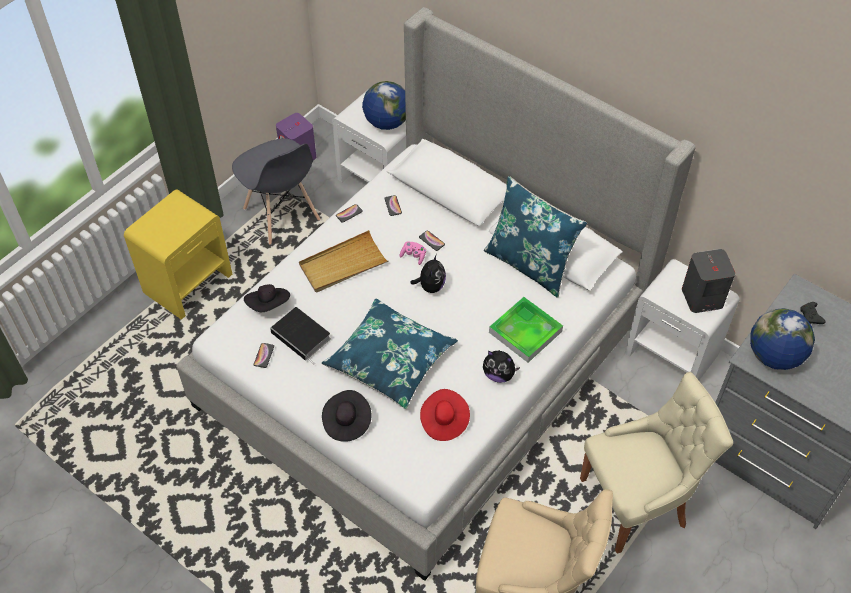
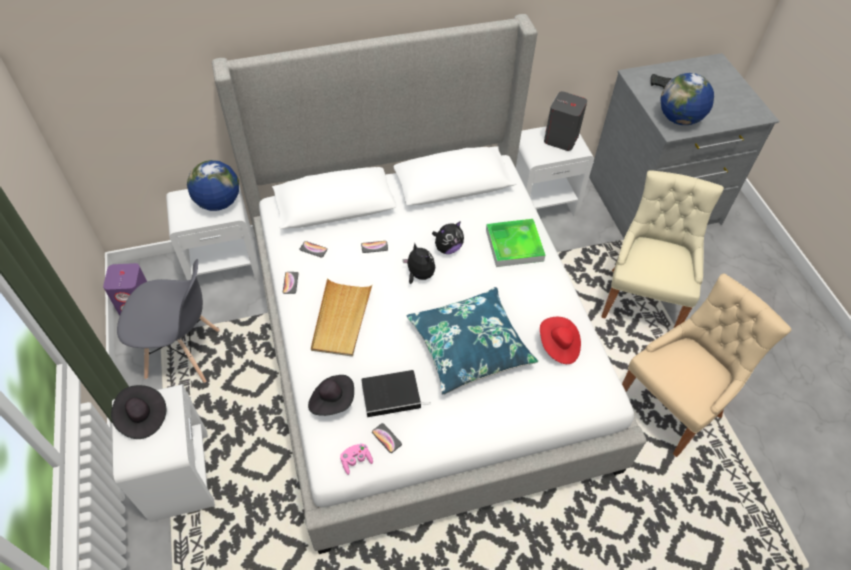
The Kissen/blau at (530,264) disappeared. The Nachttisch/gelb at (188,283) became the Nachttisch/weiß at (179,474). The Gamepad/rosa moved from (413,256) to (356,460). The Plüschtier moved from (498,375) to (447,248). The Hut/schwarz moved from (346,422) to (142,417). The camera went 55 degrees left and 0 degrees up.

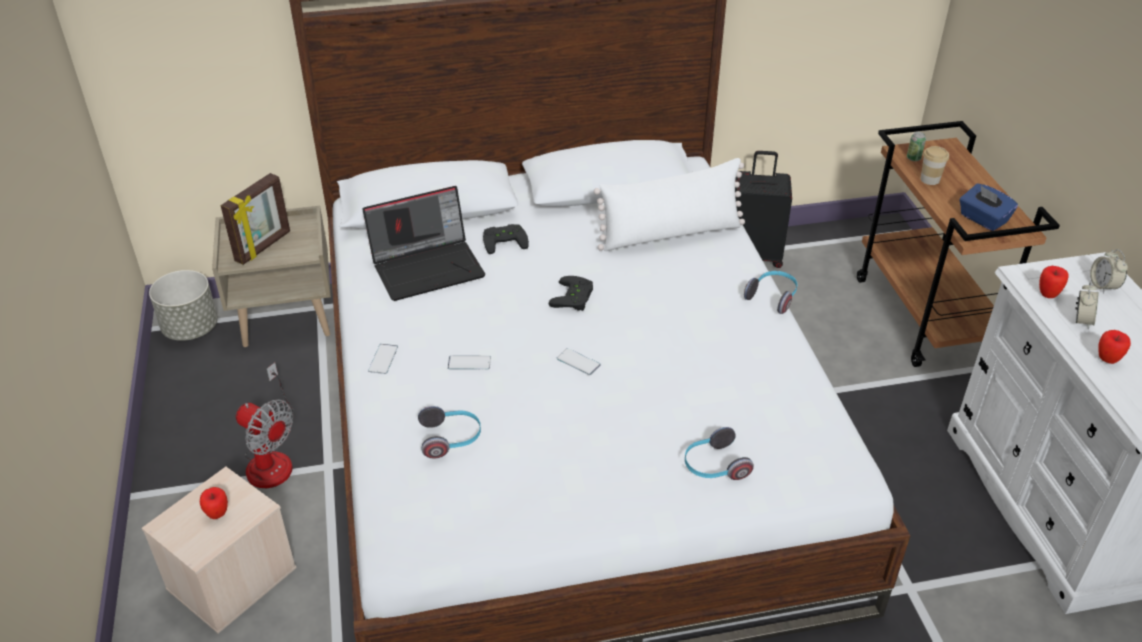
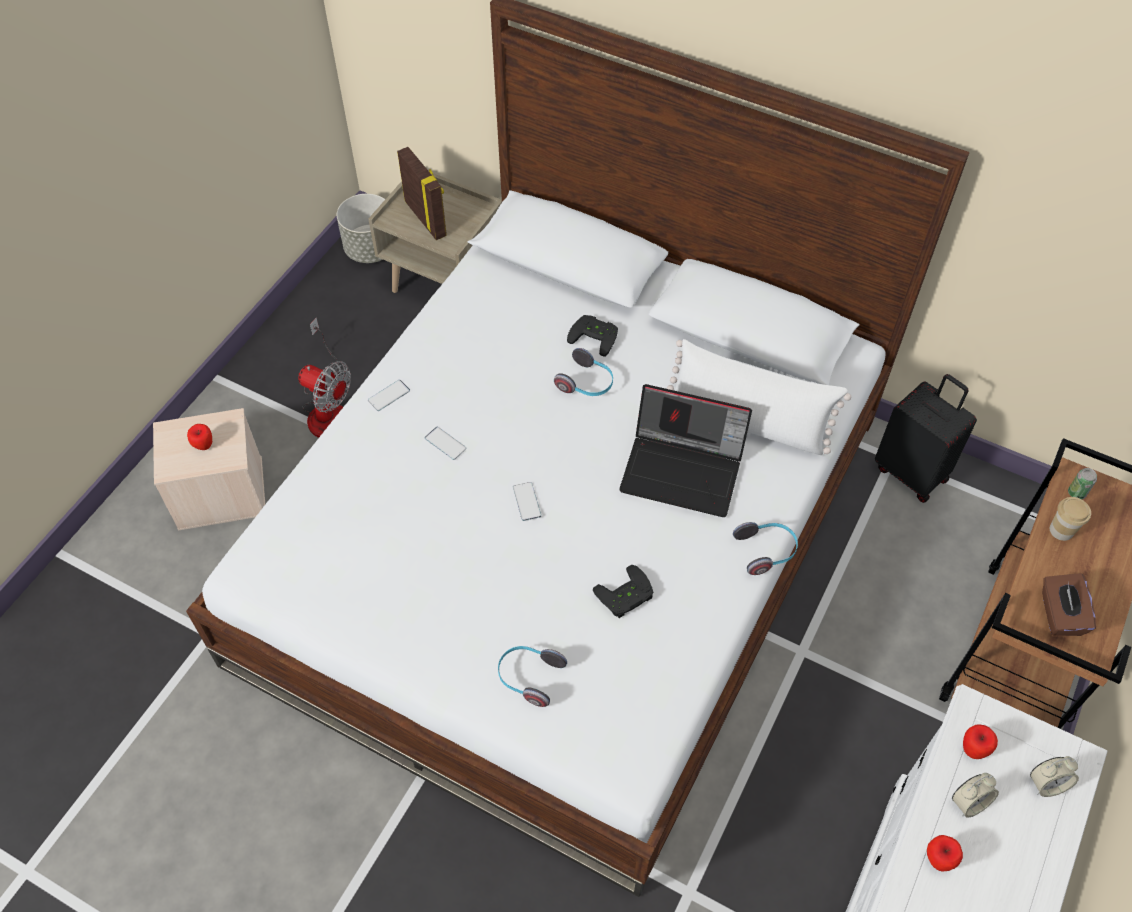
The Bilderrahmen at (264,247) turned 105 degrees counterclockwise. The Taschentuchbox/blau at (982,219) became the Taschentuchbox/braun at (1059,614). The Laptop moved from (428,267) to (684,470). The Wecker at (1103,286) turned 135 degrees counterclockwise. The Gamepad/schwarz moved from (575,298) to (626,597). The Ventilator at (272,457) turned 45 degrees counterclockwise. The Kopfhörer moved from (451,439) to (586,383). The camera went 40 degrees right and 15 degrees up.

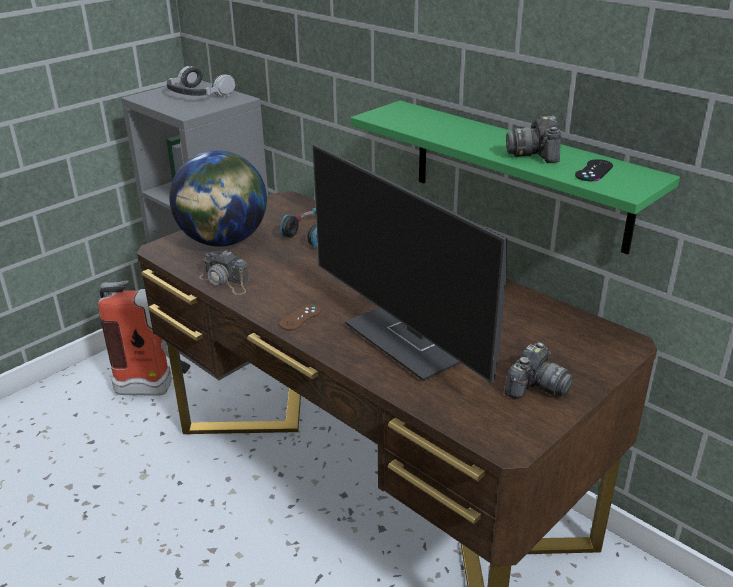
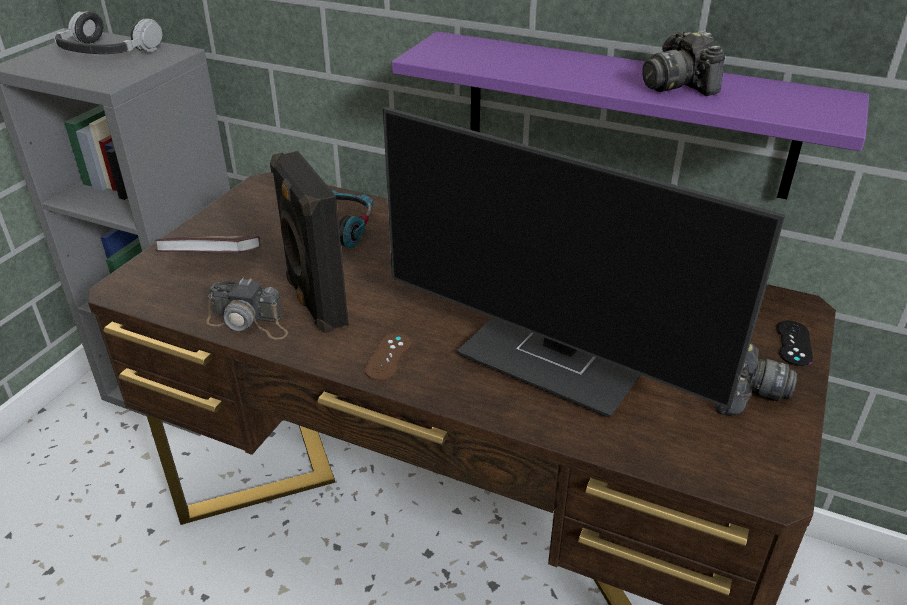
The Wandregal/grün at (518,174) became the Wandregal/lila at (625,114). The Globus at (223,241) was replaced by the Buch at (212,261). The Gamepad/schwarz moved from (594,171) to (793,343). The Feuerlöscher at (155,389) disappeared. The Lautsprecher/schwarz at (314,303) appeared. The camera went 20 degrees left and 5 degrees up.

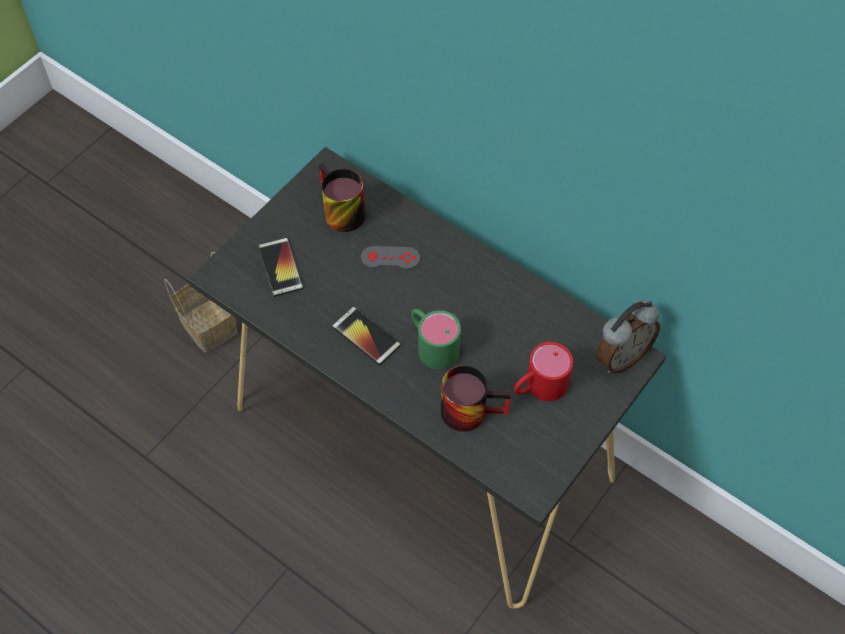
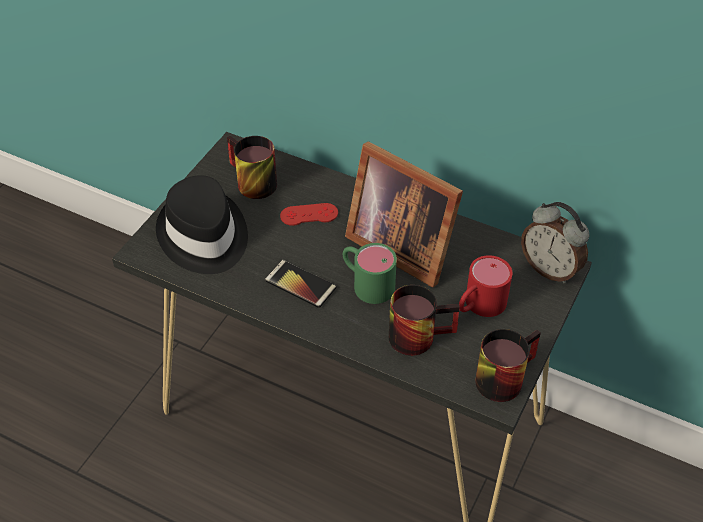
The Handy at (280,267) was replaced by the Hut/schwarz at (203,236). The Gamepad/grau at (390,258) became the Gamepad/rot at (309,214). The Korb at (210,326) disappeared. The Wecker at (621,356) turned 90 degrees clockwise. The Bilderrahmen at (400,244) appeared. The Henkelbecher at (502,375) appeared. The camera went 10 degrees left and 10 degrees down.

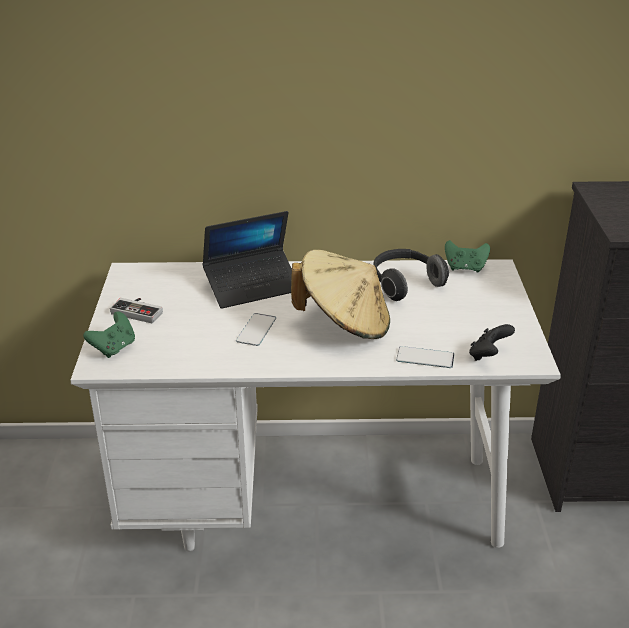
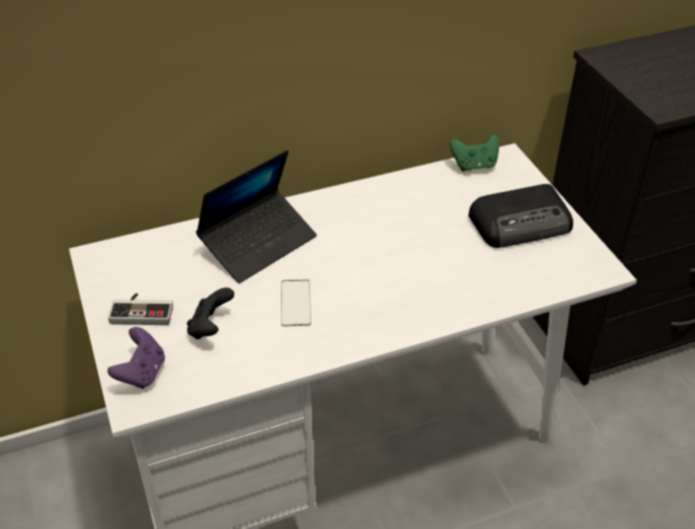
The Kopfhörer at (404,284) disappeared. The Hut/beige at (344,323) disappeared. The Gamepad/grün at (114,348) became the Gamepad/lila at (142,373). The Gamepad/schwarz moved from (488,355) to (210,328). The Handy at (425,358) disappeared. The Radio at (522,223) appeared. The camera went 20 degrees left and 10 degrees up.

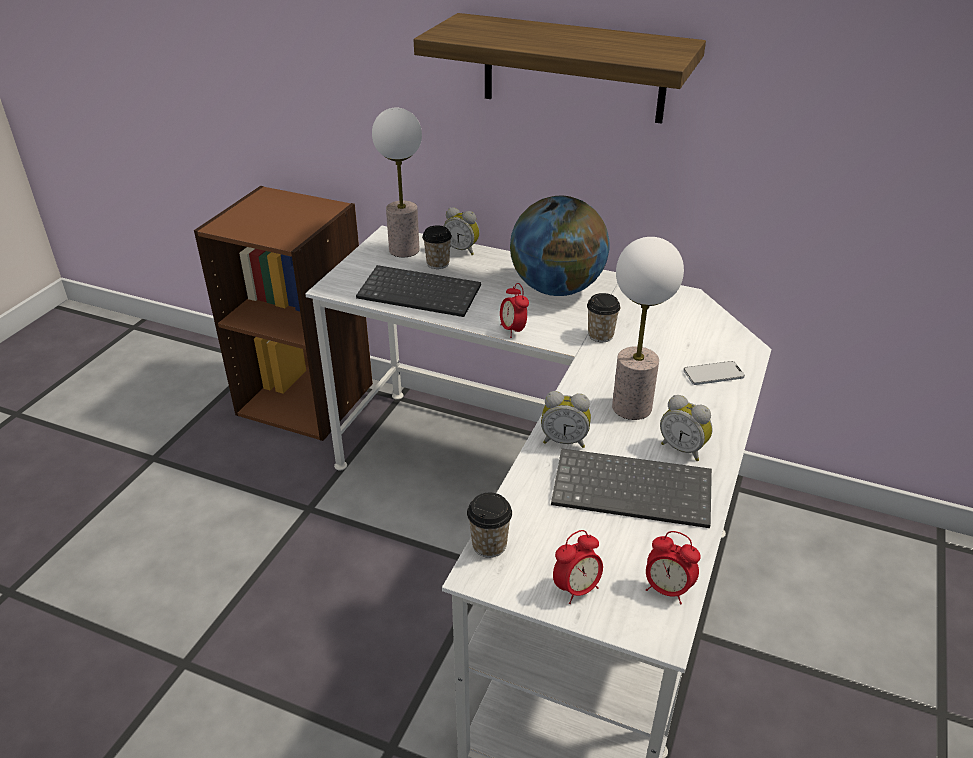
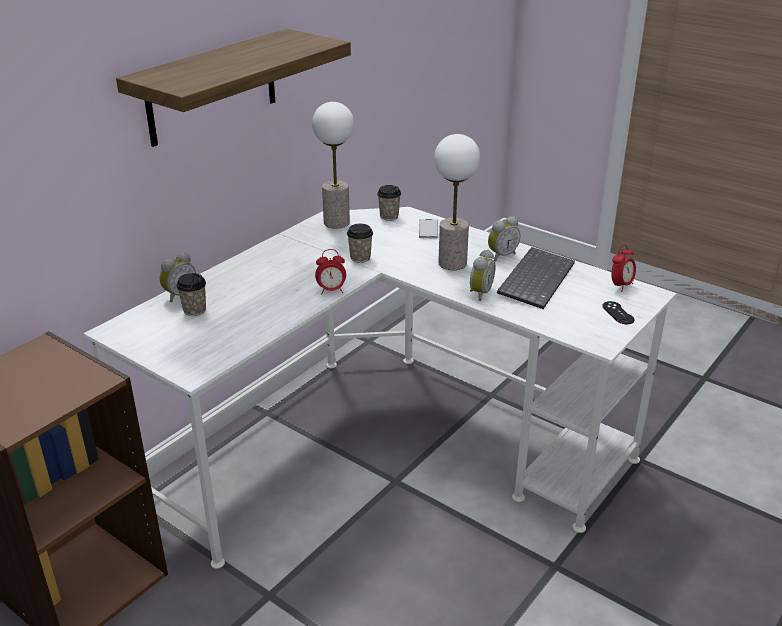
The Tischlampe moved from (404,250) to (336,222). The Globus at (556,289) disappeared. The Tastatur at (421,293) disappeared. The Tasse moved from (489,545) to (389,216). The Wecker at (576,589) was replaced by the Gamepad/schwarz at (618,313). The camera went 75 degrees left and 5 degrees down.

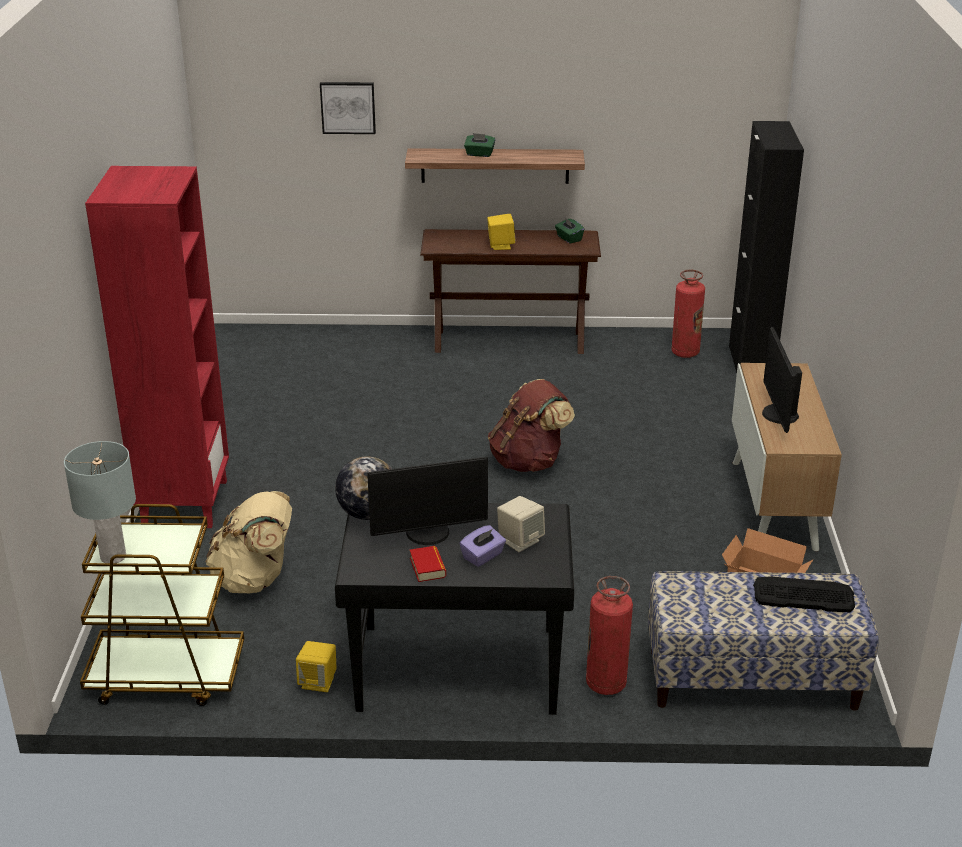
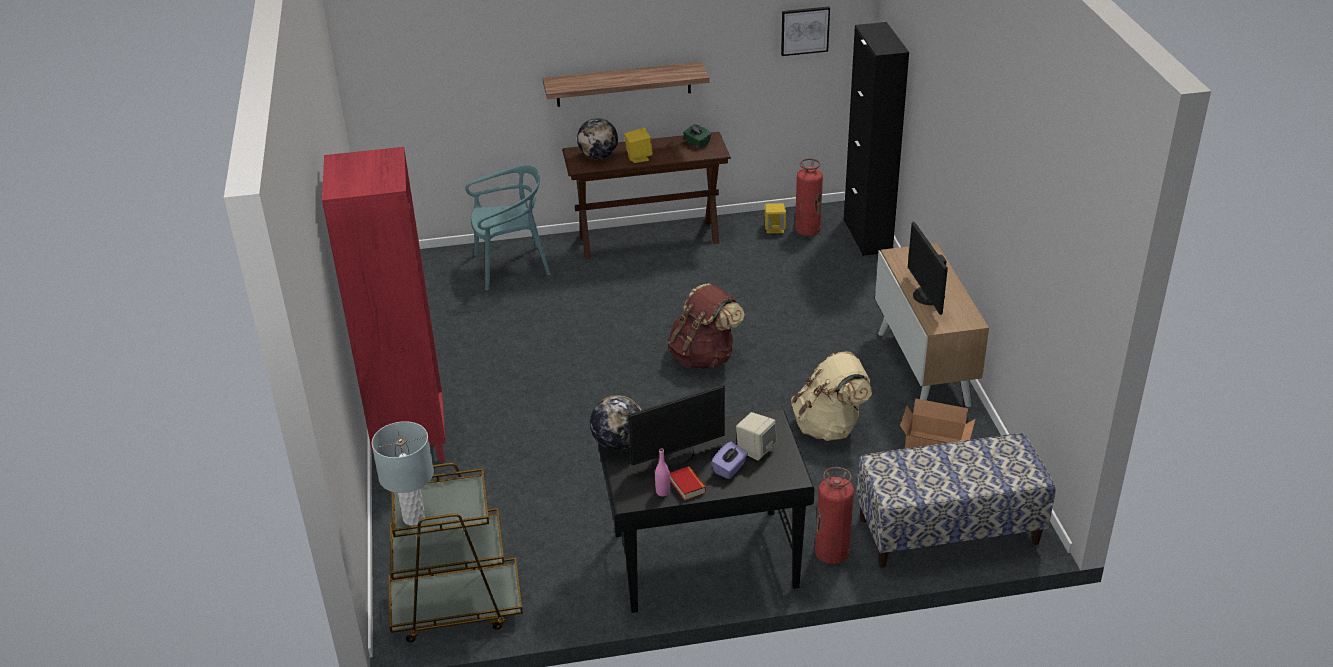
The Bild moved from (348,107) to (804,30). The Taschentuchbox/grün at (479,154) disappeared. The Rucksack/beige moved from (255,579) to (829,426). The Tastatur at (803,595) disappeared. The Lautsprecher/gelb moved from (318,682) to (775,229). The Globus at (598,157) appeared. The Stuhl/türkis at (511,266) appeared. The Flasche/rosa at (663,492) appeared. The camera went 10 degrees left and 5 degrees up.

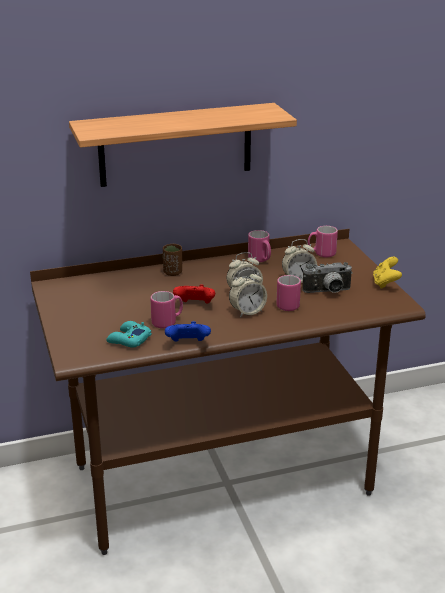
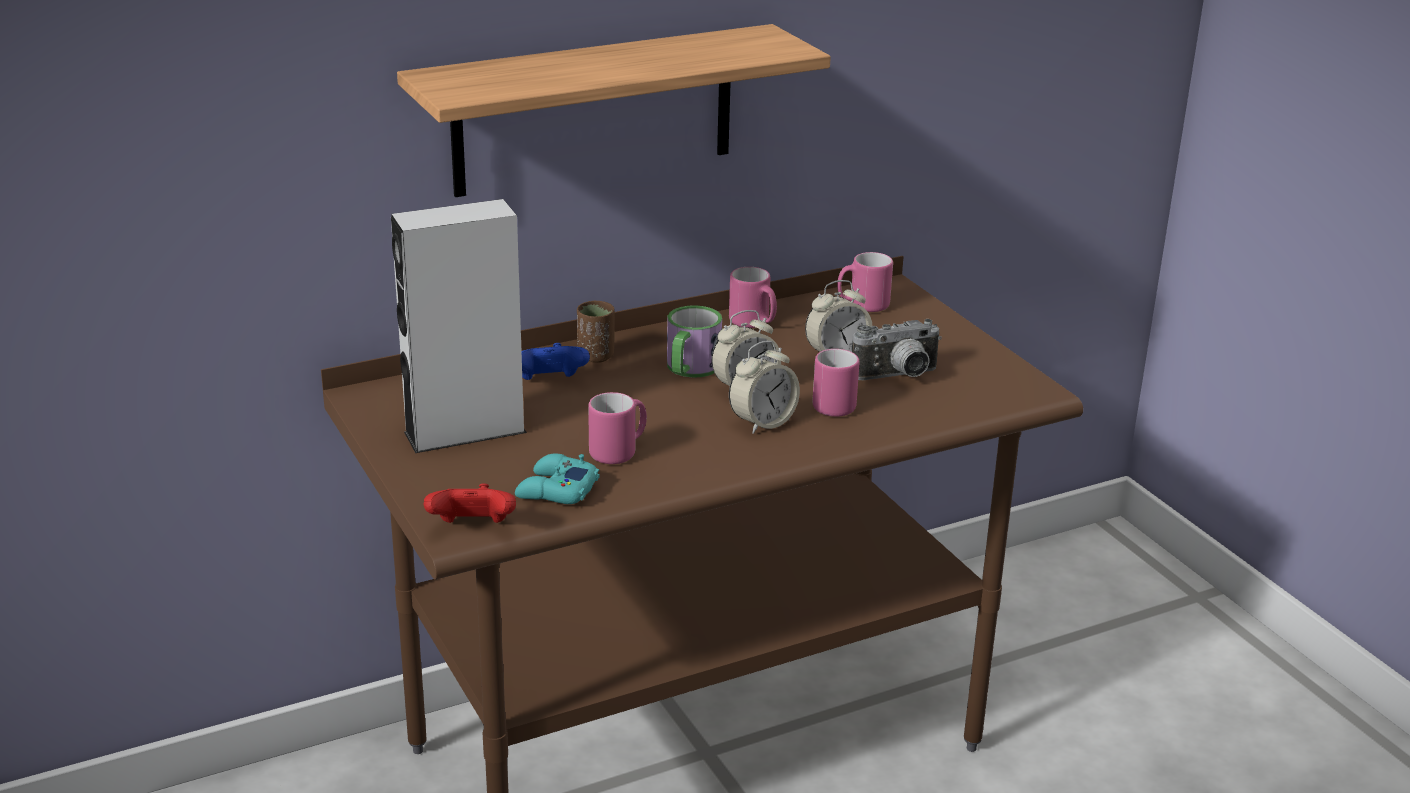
The Gamepad/gelb at (385,283) disappeared. The Gamepad/rot moved from (195,305) to (472,529). The Gamepad/blau moved from (188,344) to (549,383). The Lautsprecher/grau at (465,432) appeared. The Henkelbecher at (689,369) appeared. The camera went 10 degrees left and 0 degrees up.

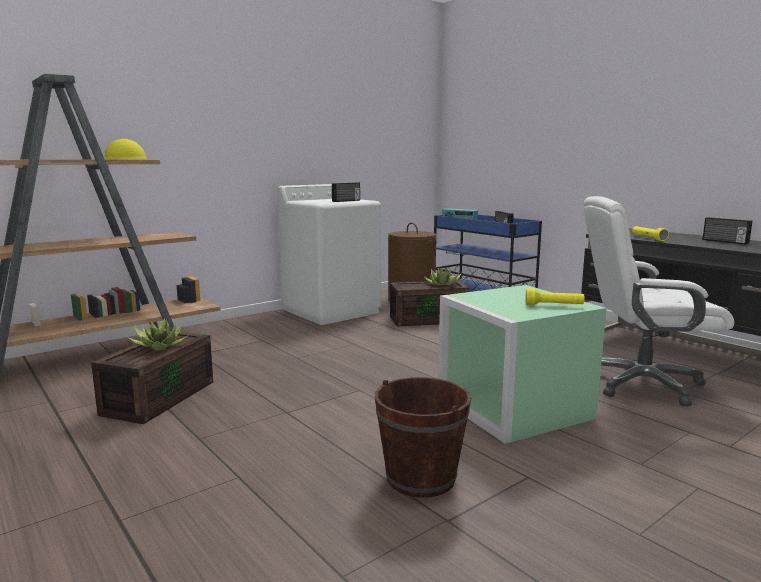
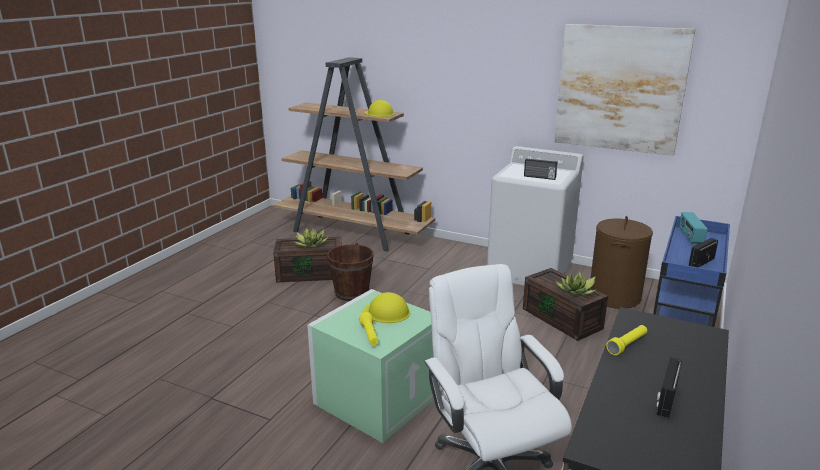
The Eimer/braun moved from (421,478) to (352,293). The Bild at (620,89) appeared. The Schutzhelm/gelb at (386,312) appeared. The camera went 65 degrees right and 10 degrees up.

